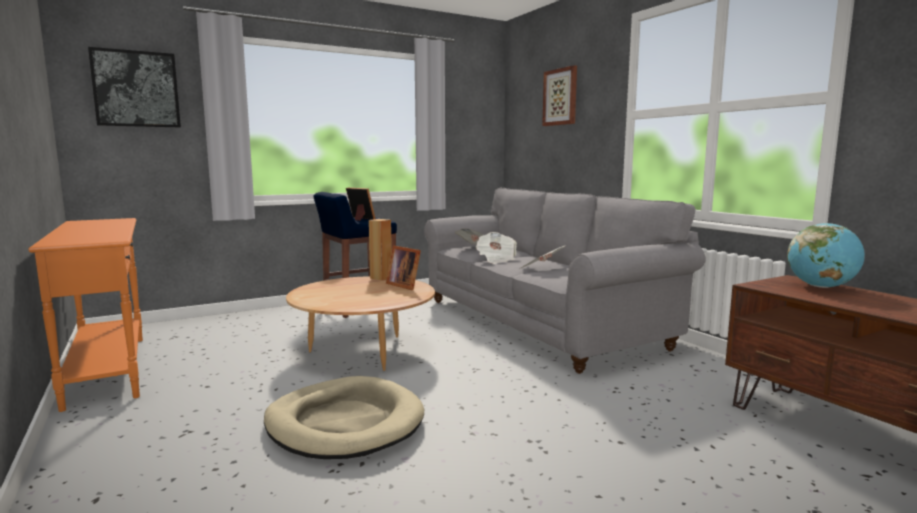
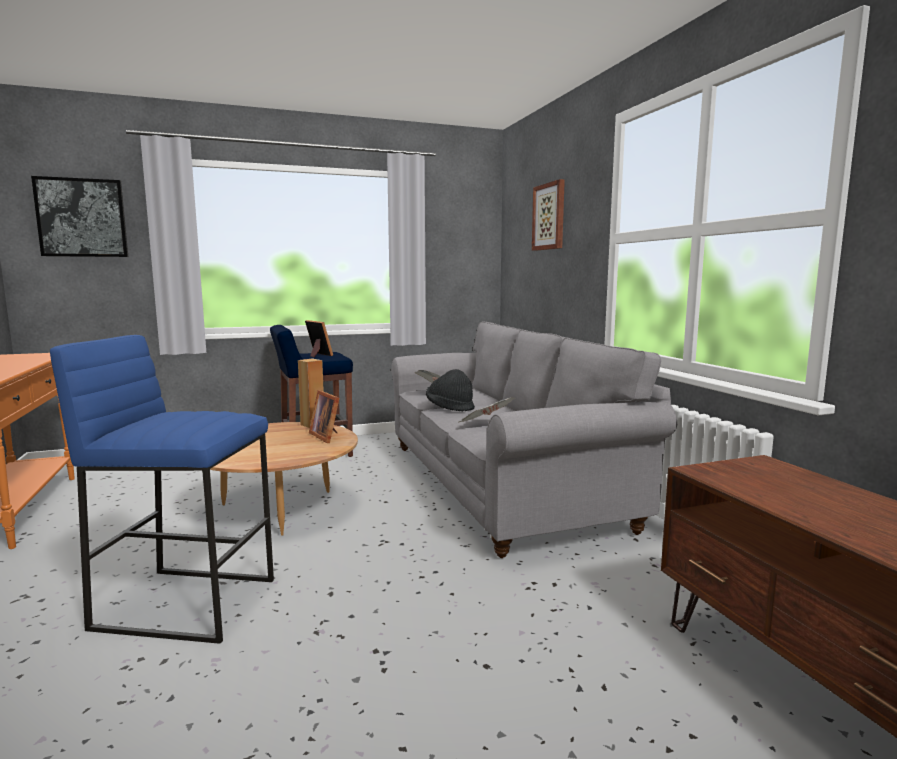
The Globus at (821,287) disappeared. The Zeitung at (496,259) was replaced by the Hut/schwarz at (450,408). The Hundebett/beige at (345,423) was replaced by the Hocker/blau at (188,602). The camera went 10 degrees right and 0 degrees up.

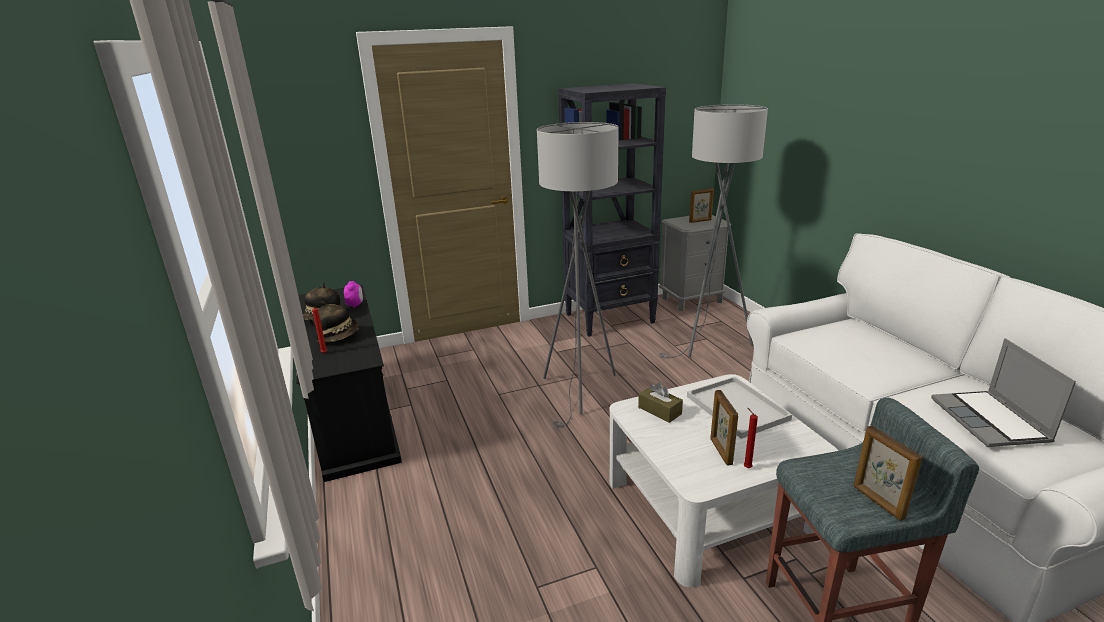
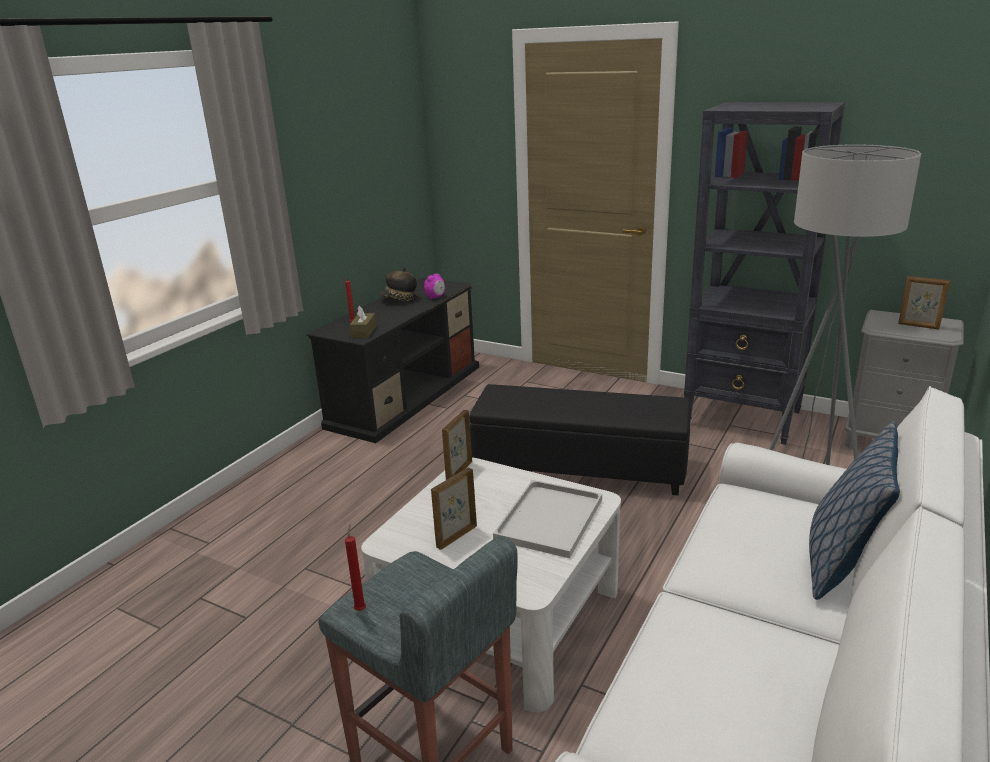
The Stehlampe/grau at (581,392) was replaced by the Polsterhocker/schwarz at (580,467). The Hut at (338,336) disappeared. The Laptop at (991,421) disappeared. The Taschentuchbox/braun moved from (659,411) to (363,332). The Kerze/rot moved from (746,467) to (360,609). The Bilderrahmen moved from (878,502) to (458,472). The Kissen at (842,563) appeared. The camera went 50 degrees right and 0 degrees up.

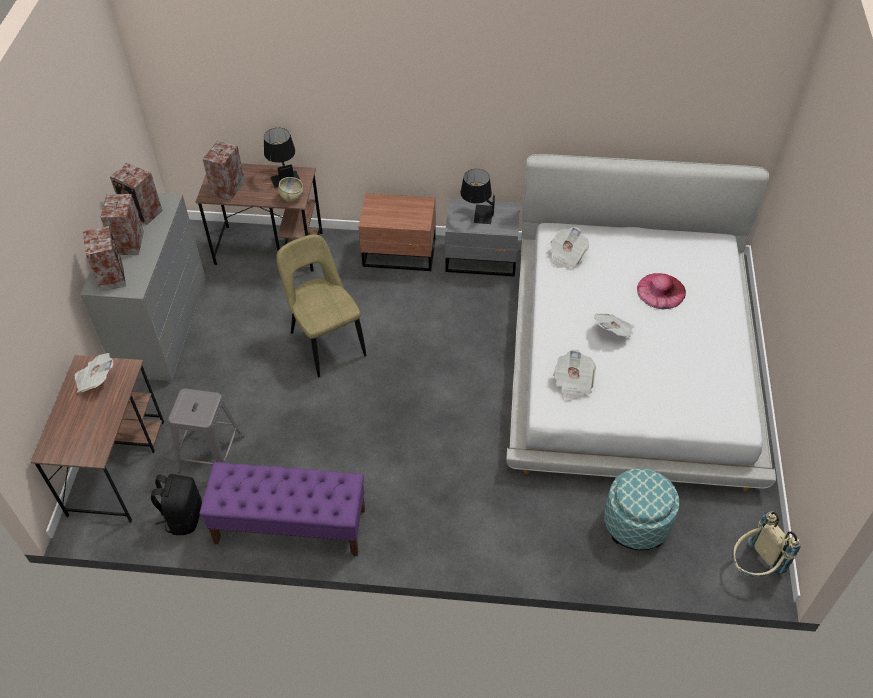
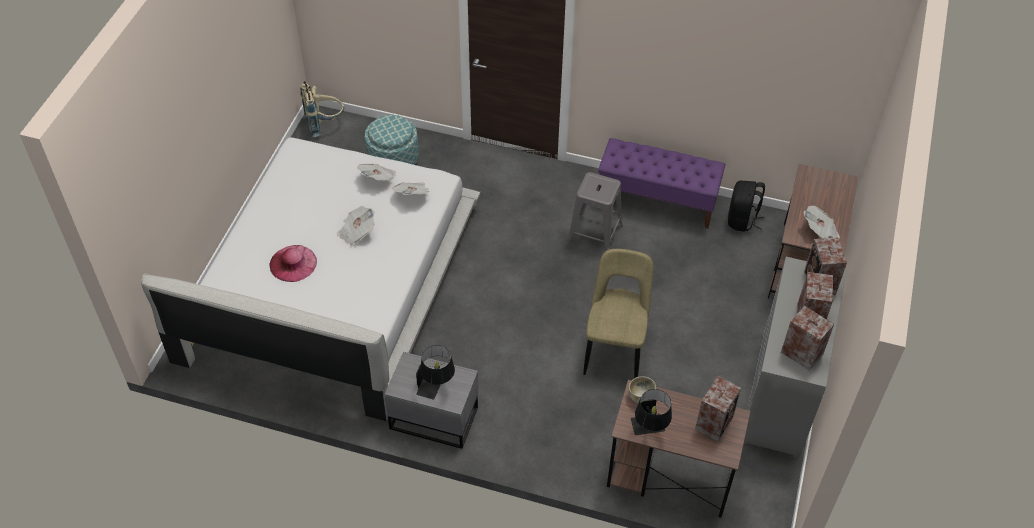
The Nachttisch/braun at (400,254) disappeared. The Zeitung moved from (566,256) to (378,178). The Stuhl/beige at (326,341) turned 150 degrees counterclockwise. The Hocker/grau moved from (211,454) to (594,234). The camera went 170 degrees left and 0 degrees up.

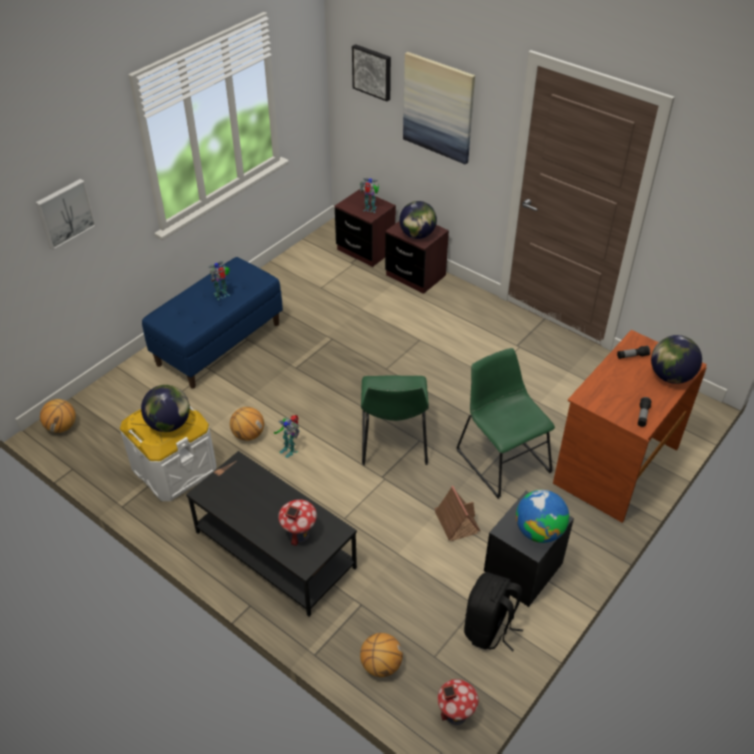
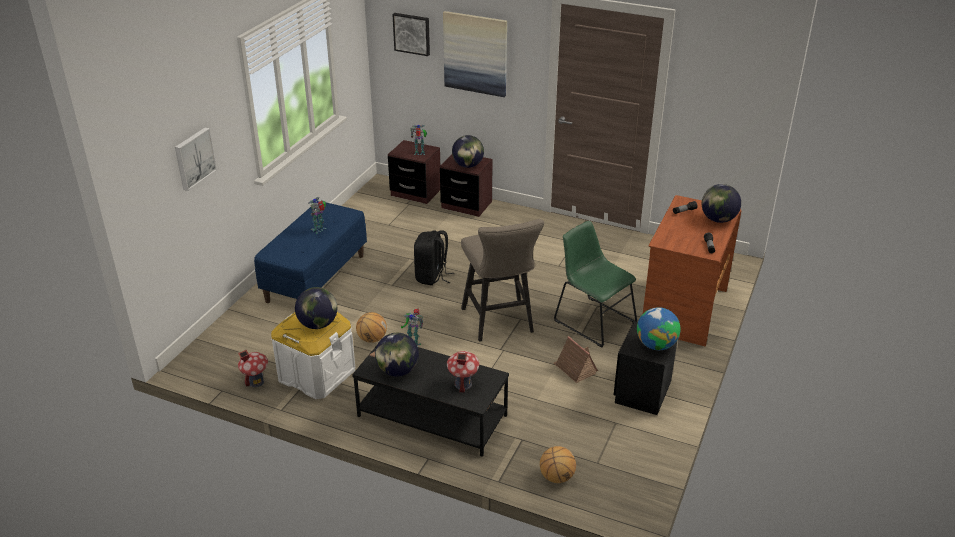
The Stuhl/grün at (394,441) was replaced by the Hocker/beige at (500,323). The Basketball at (62,427) disappeared. The Rucksack/schwarz moved from (489,629) to (432,276). The Spielzeughaus moved from (455,714) to (256,382). The Globus at (397,371) appeared. The camera went 15 degrees left and 10 degrees down.

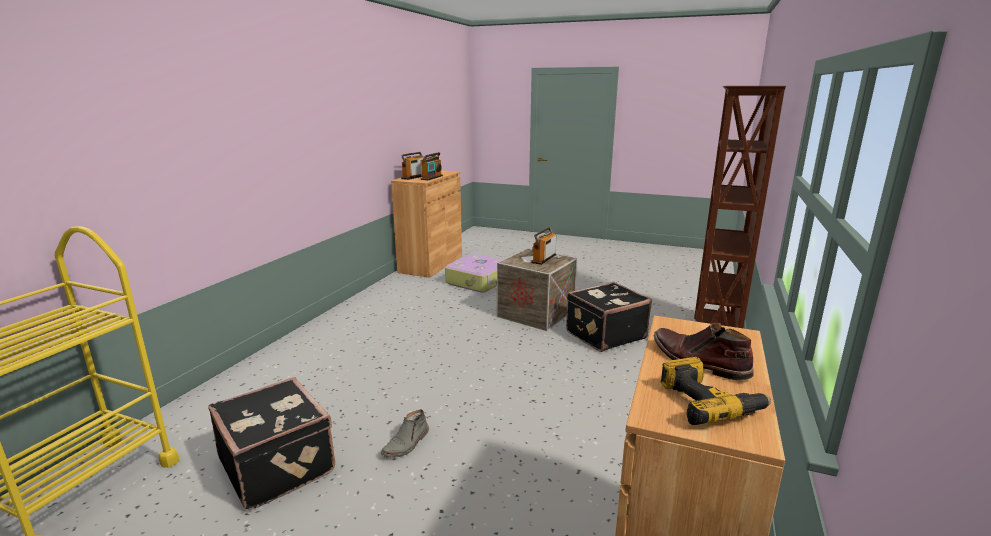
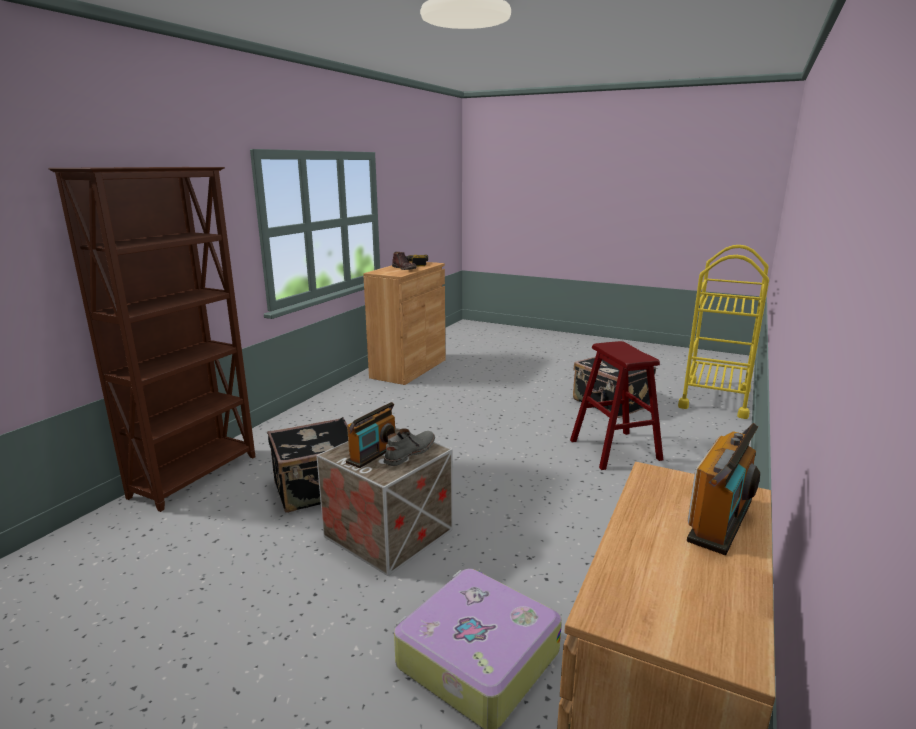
The Radio at (431,177) disappeared. The Stiefel/grau moved from (406,444) to (409,453). The Hocker/rot at (614,450) appeared. The camera went 175 degrees left and 0 degrees up.

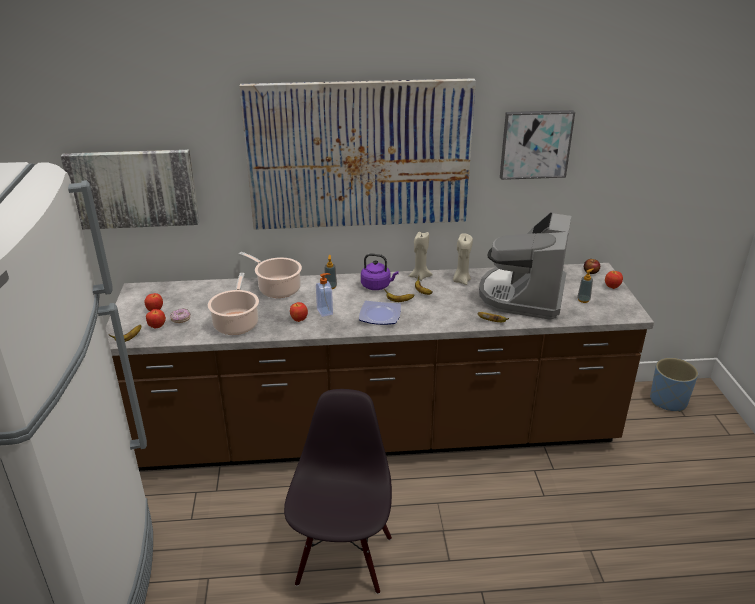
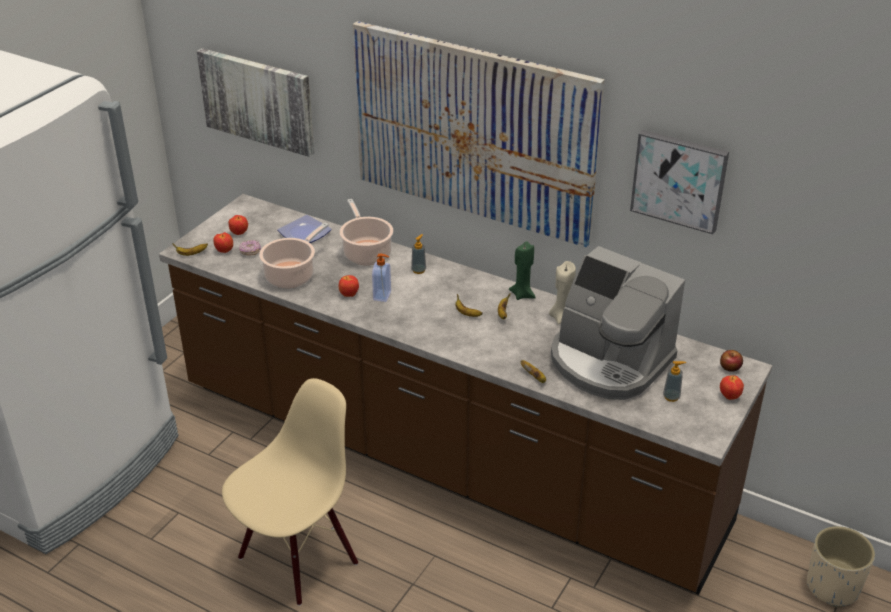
The Kaffeemaschine at (523,295) turned 105 degrees counterclockwise. The Kerze/beige at (420,276) became the Kerze/grün at (522,294). The Wasserkessel/lila at (377,286) disappeared. The Teller moved from (380,316) to (304,234). The Pflanzkübel/blau at (668,401) became the Pflanzkübel/beige at (833,587). The Stuhl/schwarz at (343,559) became the Stuhl/beige at (297,558). The camera went 35 degrees right and 5 degrees up.

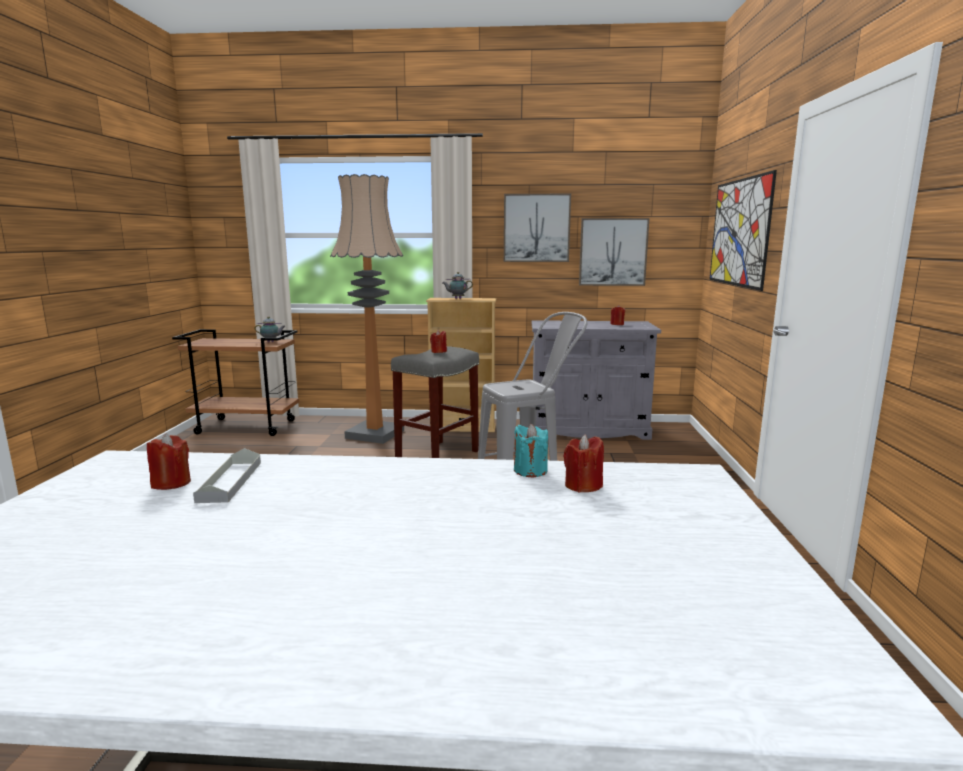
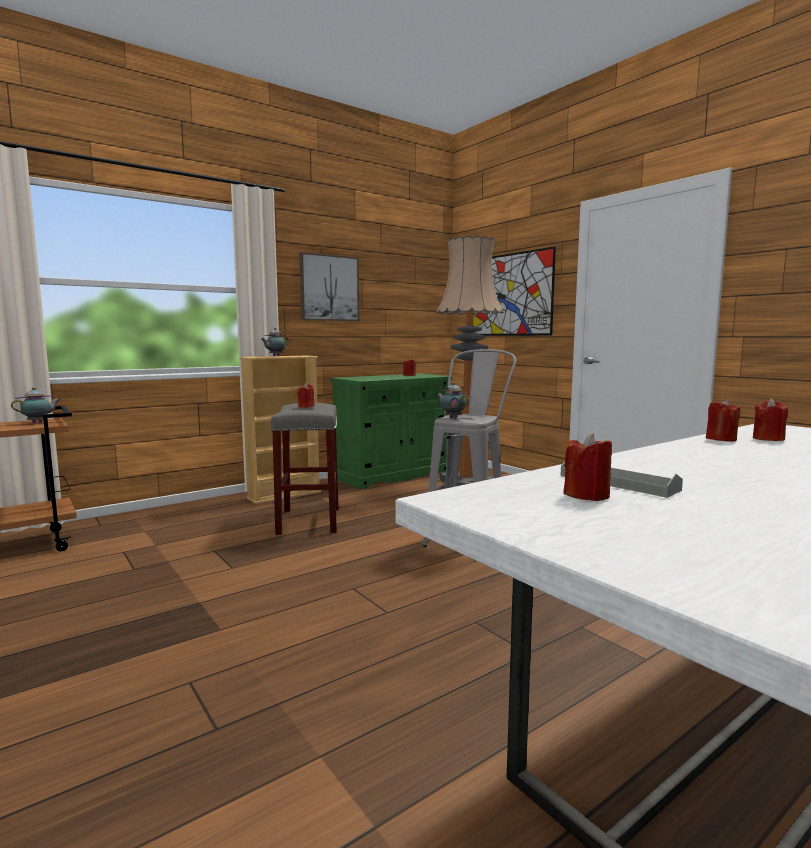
The Stehlampe moved from (375,434) to (466,482). The Bild at (613,252) disappeared. The Schrank/grau at (588,429) became the Schrank/grün at (392,475). The Kerze/türkis at (530,471) became the Kerze/rot at (721,439). The Teekanne at (452,418) appeared. The camera went 40 degrees left and 5 degrees down.

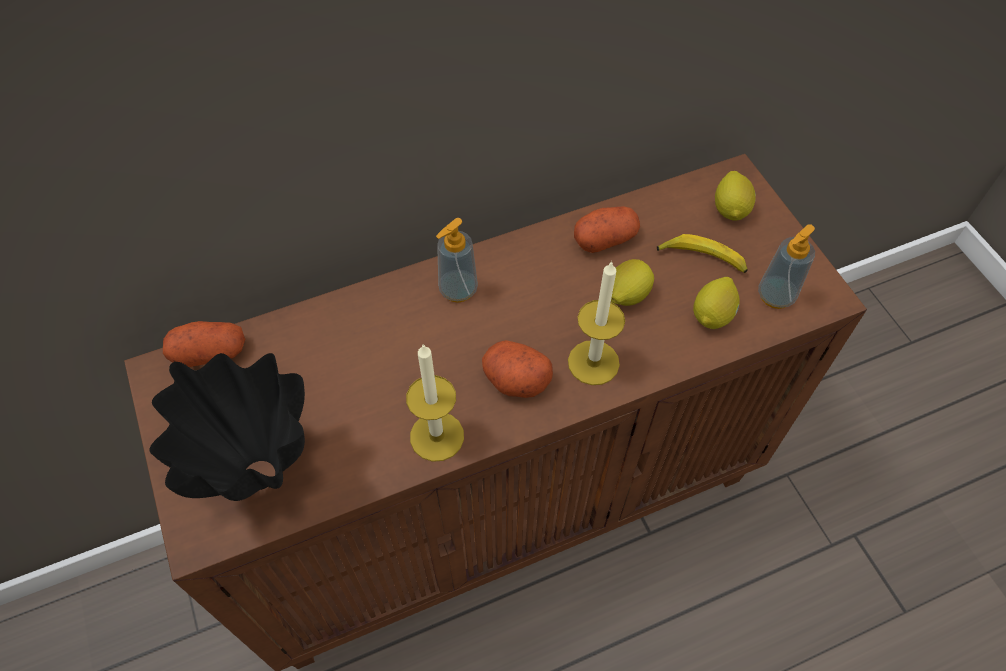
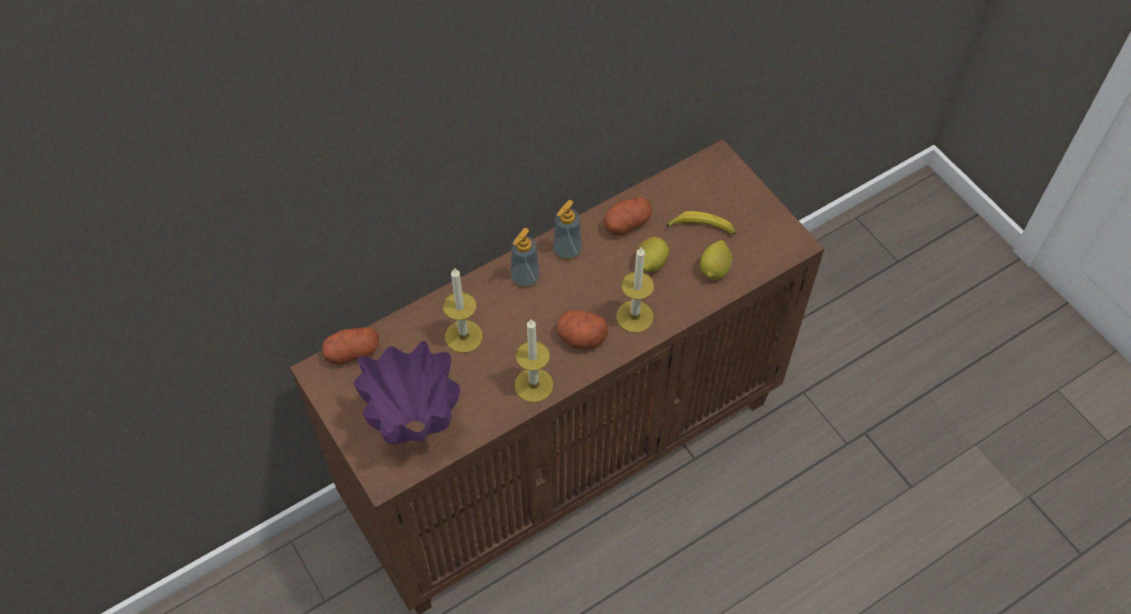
The Zitrone at (730,209) disappeared. The Seifenspender moved from (775,296) to (567,250). The Vase/schwarz at (261,477) became the Vase/lila at (416,432). The Kerze at (463,336) appeared. The camera went 10 degrees left and 0 degrees up.

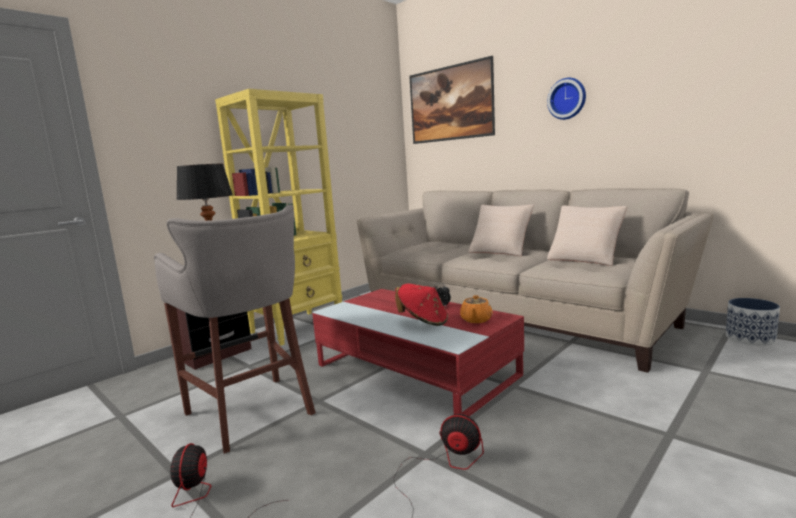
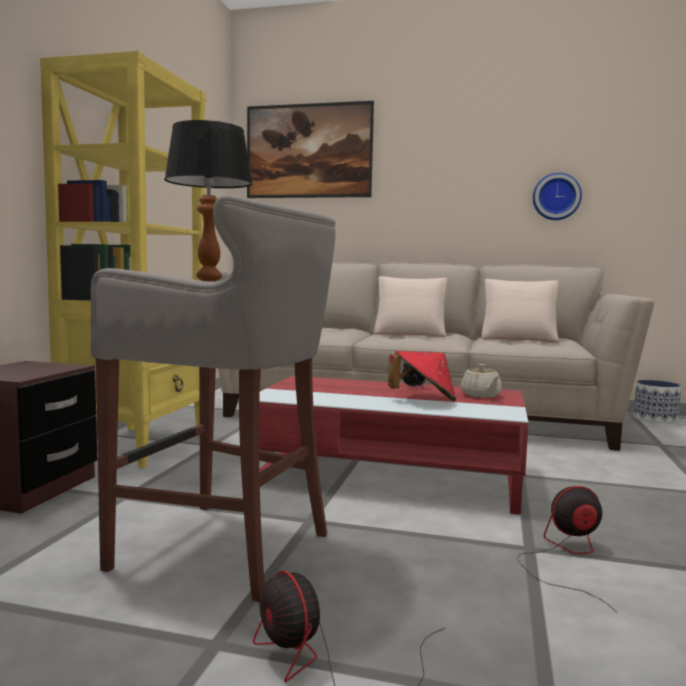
The Wanduhr moved from (567,99) to (556,197). The Teekanne/orange at (476,320) became the Teekanne/beige at (481,395). The camera went 30 degrees left and 5 degrees down.

